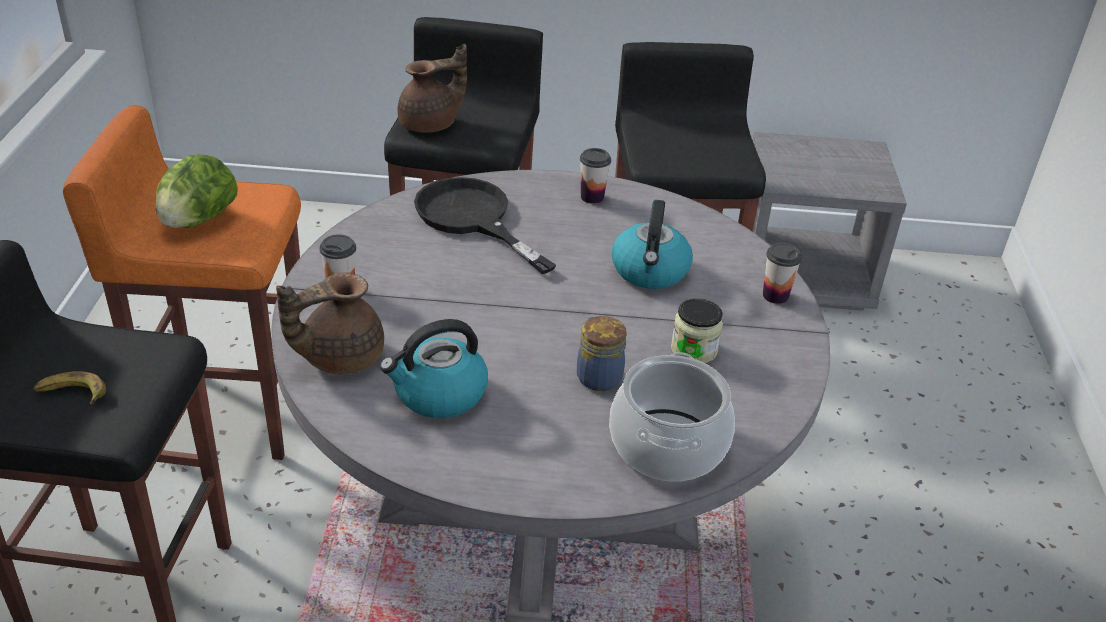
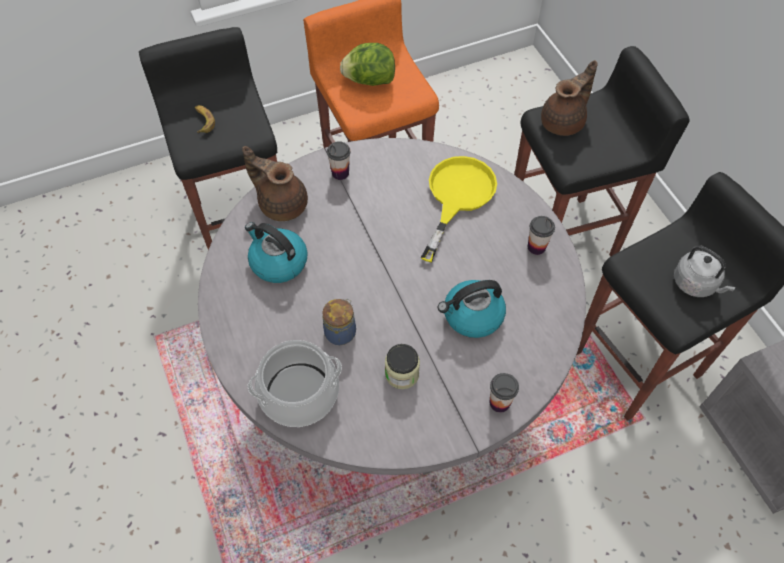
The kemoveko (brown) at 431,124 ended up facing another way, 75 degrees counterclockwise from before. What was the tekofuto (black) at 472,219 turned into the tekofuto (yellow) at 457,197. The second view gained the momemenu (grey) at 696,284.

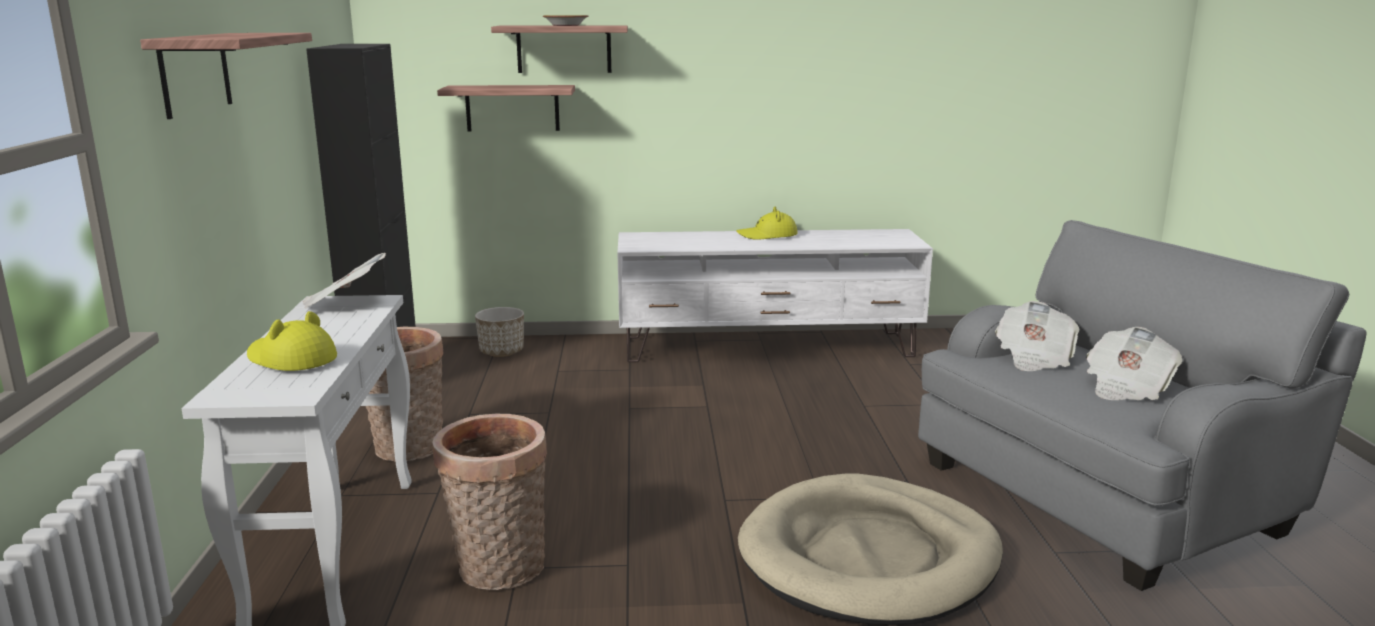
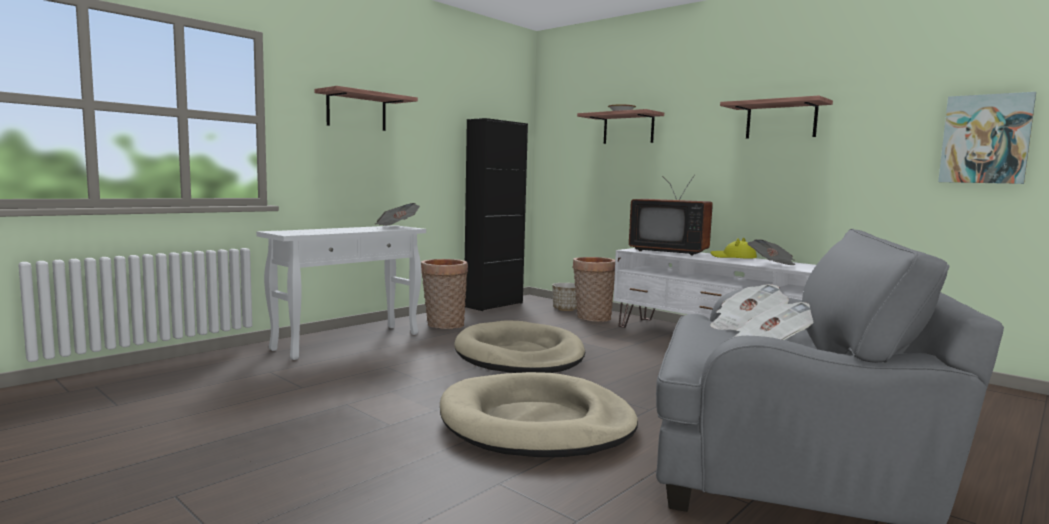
The second view lost the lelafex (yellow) at 291,359. The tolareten ended up elsewhere, having gone from 499,571 to 592,318. The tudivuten ended up elsewhere, having gone from 512,108 to 781,120. The second view gained the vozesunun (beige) at 519,355. The second view gained the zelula at 669,251. The second view gained the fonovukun at 772,265. The second view gained the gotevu at 985,139.

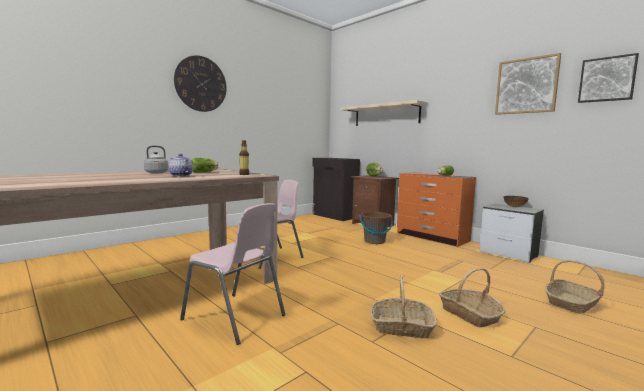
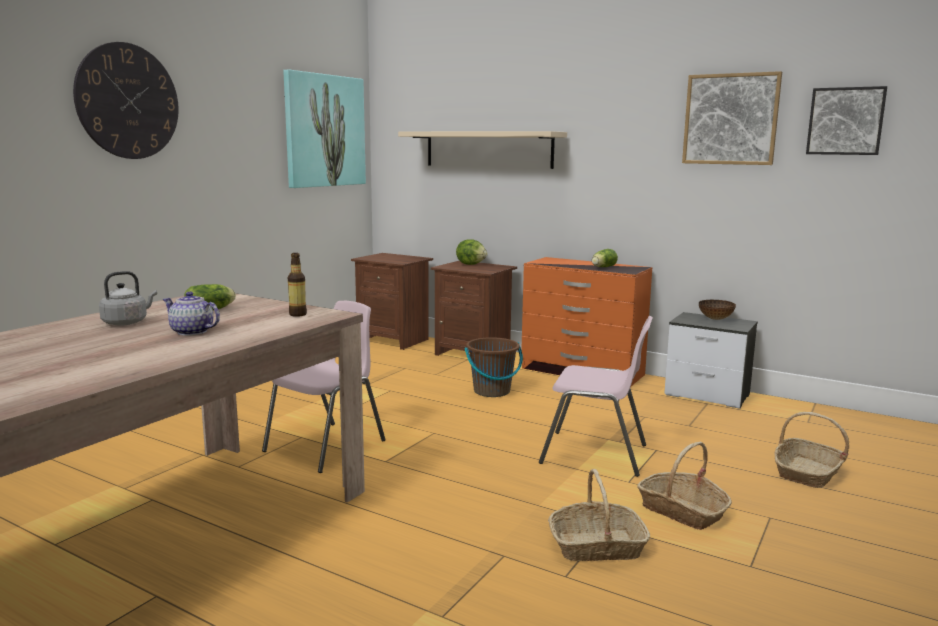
The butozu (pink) ended up elsewhere, having gone from 235,318 to 596,454. Where the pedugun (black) stood at 334,216, the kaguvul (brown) came to stand at 394,340. The second view gained the gotevu at 324,131.

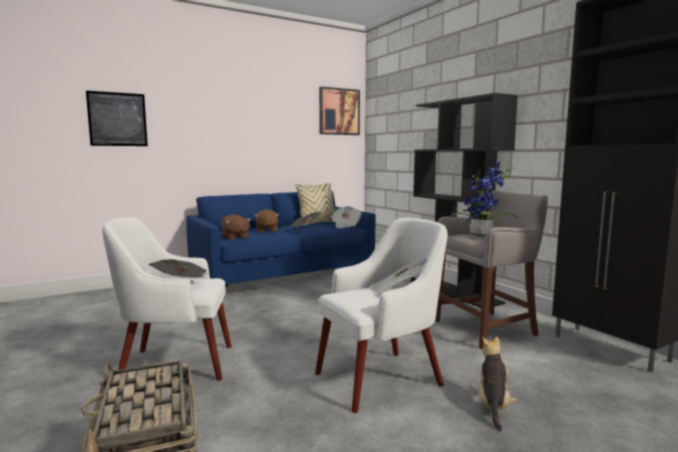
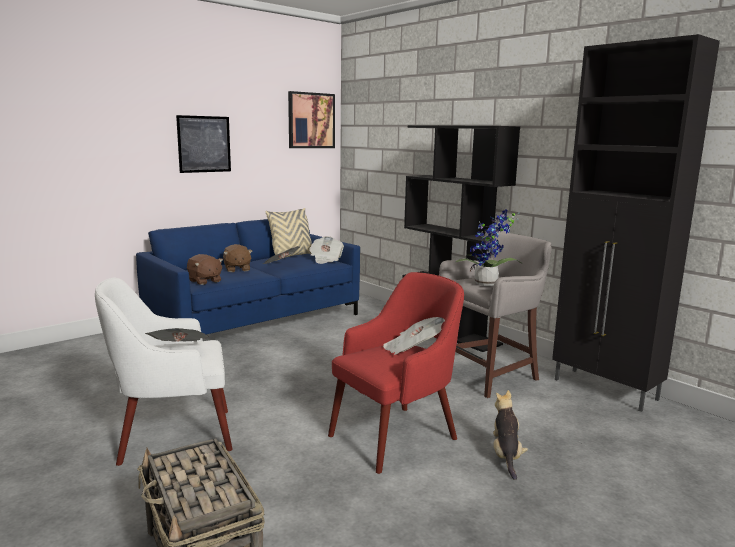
The gotevu ended up elsewhere, having gone from 117,119 to 204,144. What was the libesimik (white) at 382,378 turned into the libesimik (red) at 396,436.

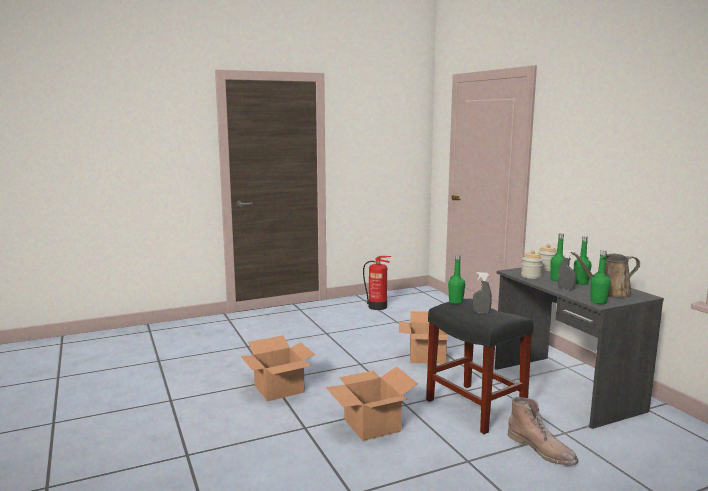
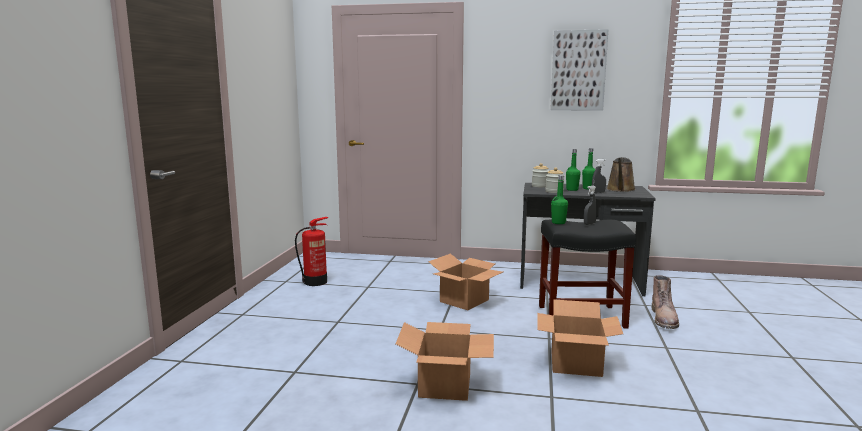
The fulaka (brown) at 542,449 ended up facing another way, 105 degrees clockwise from before. The second view lost the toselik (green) at 598,302. The second view gained the gotevu at 578,70.

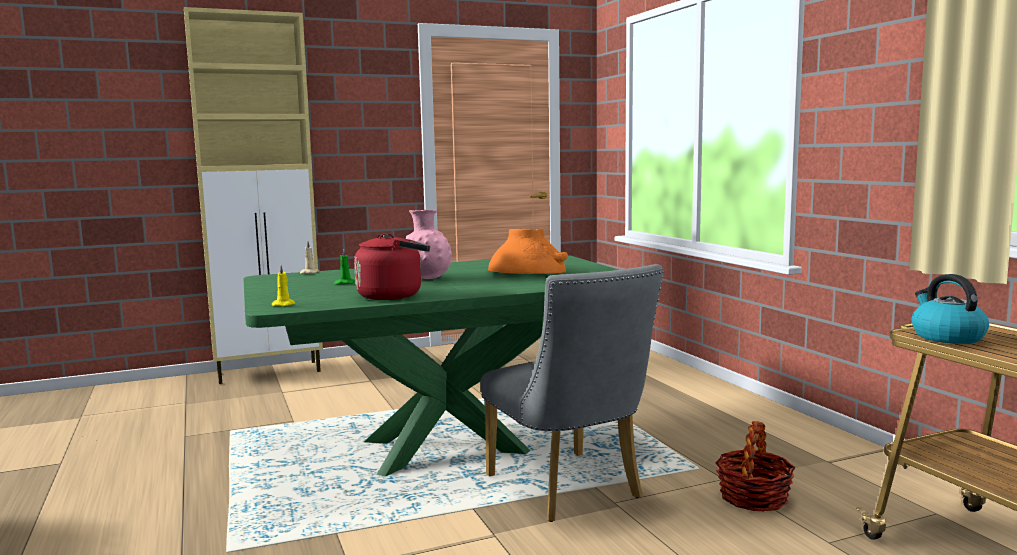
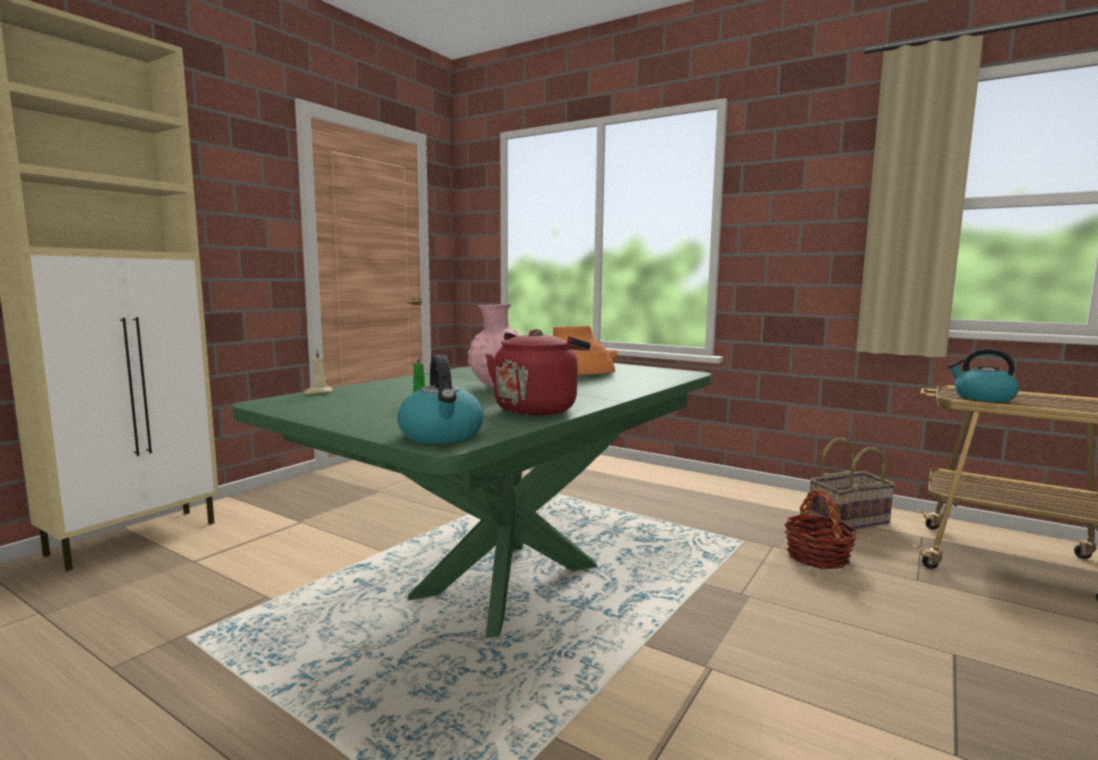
Where the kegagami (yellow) stood at 284,305, the momemenu came to stand at 442,435. The second view lost the butozu (grey) at 570,491. The second view gained the tolareten at 847,520.

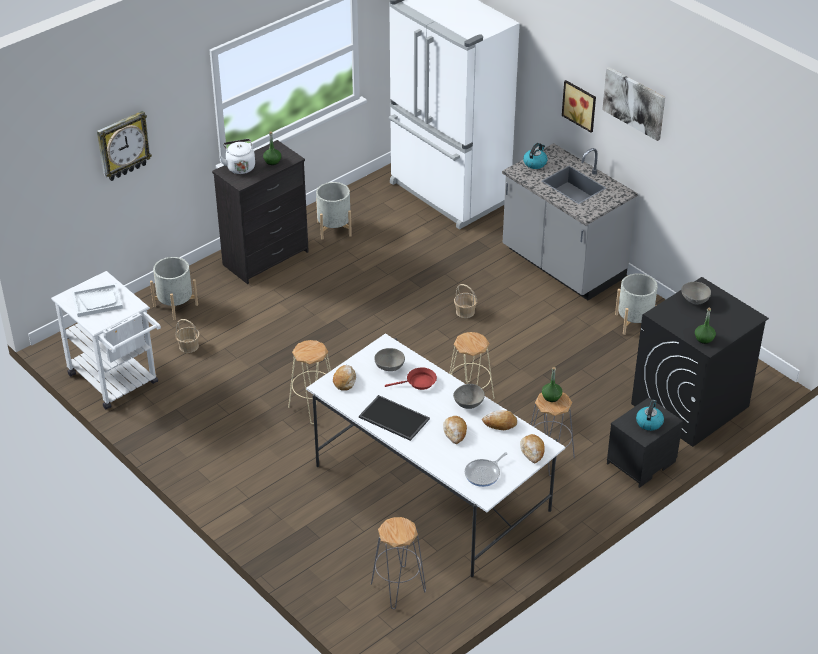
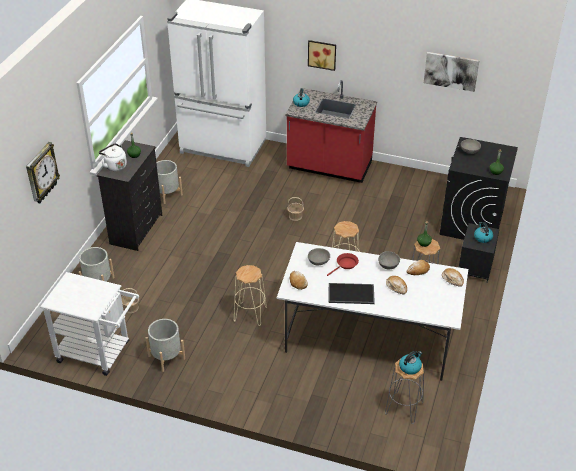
The second view lost the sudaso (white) at 97,301. The second view lost the tekofuto at 484,474. What was the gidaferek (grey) at 562,265 turned into the gidaferek (red) at 329,167. The gotevu ended up elsewhere, having gone from 634,102 to 451,71. The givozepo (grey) ended up elsewhere, having gone from 634,322 to 166,357. The second view gained the momemenu at 410,367.

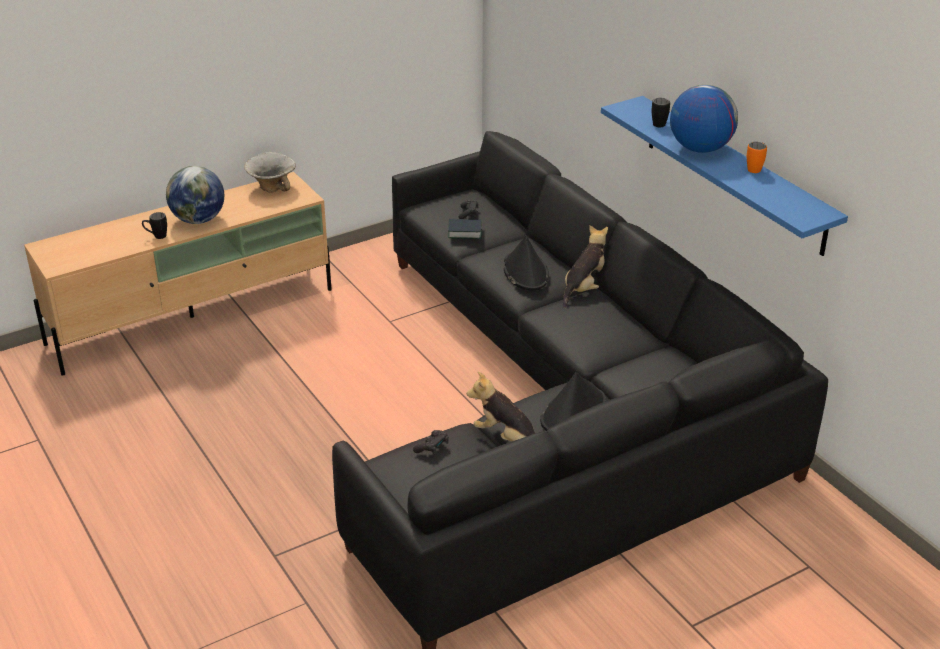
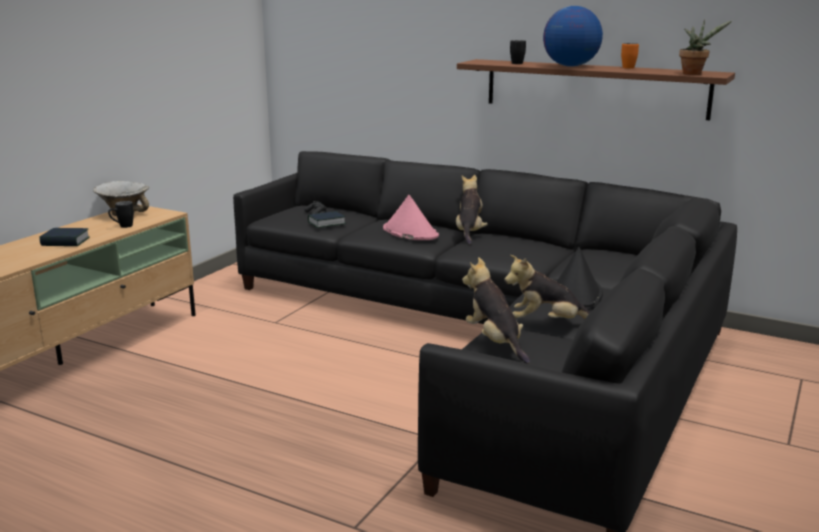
The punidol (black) ended up elsewhere, having gone from 156,236 to 122,226. Where the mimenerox stood at 198,220, the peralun came to stand at 65,242. Where the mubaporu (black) stood at 432,447, the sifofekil came to stand at 495,342. What was the lelafex (black) at 525,271 turned into the lelafex (pink) at 410,232. What was the tudivuten (blue) at 734,174 turned into the tudivuten (brown) at 594,88. The second view gained the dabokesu at 694,73.

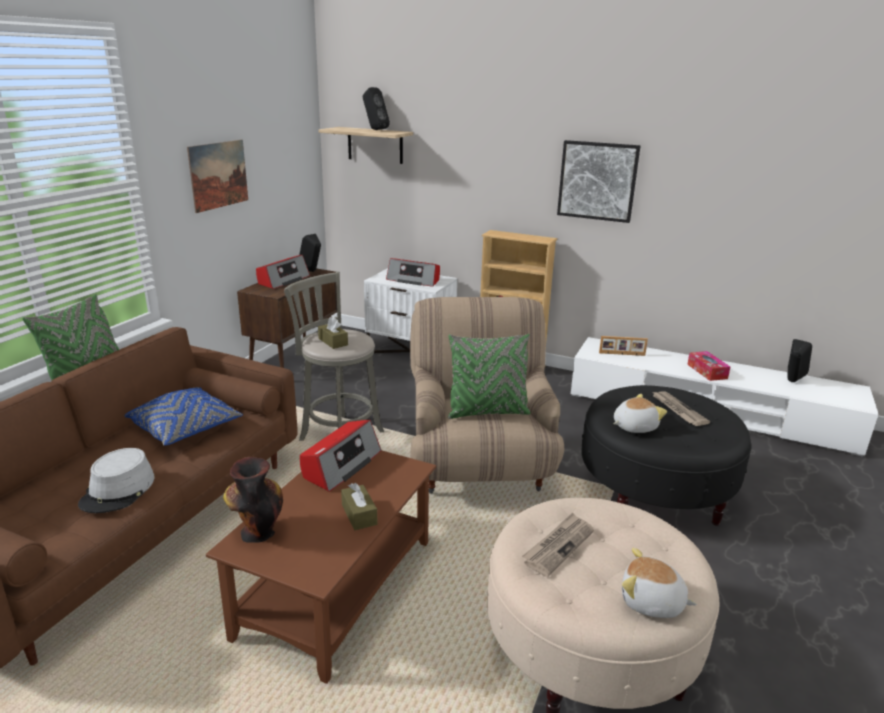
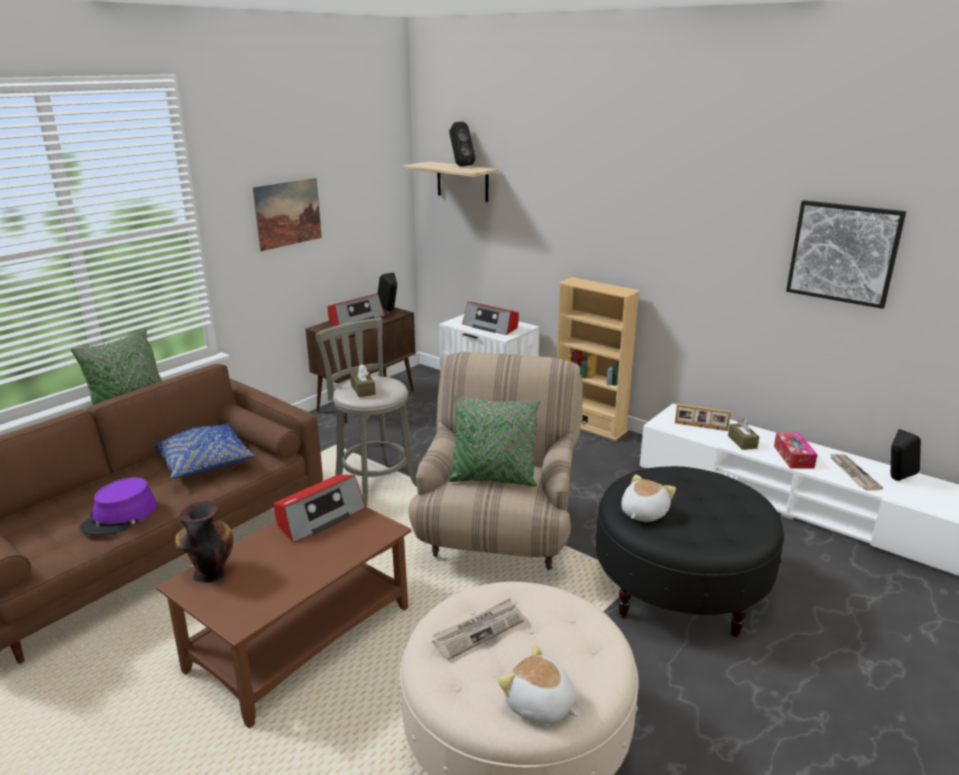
What was the lelafex (grey) at 118,491 turned into the lelafex (purple) at 120,516. The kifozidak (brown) ended up elsewhere, having gone from 359,514 to 742,442. The gotevu ended up elsewhere, having gone from 597,181 to 843,253. The sifofekil at 633,426 ended up facing another way, 45 degrees counterclockwise from before. The fonovukun ended up elsewhere, having gone from 677,410 to 852,473.

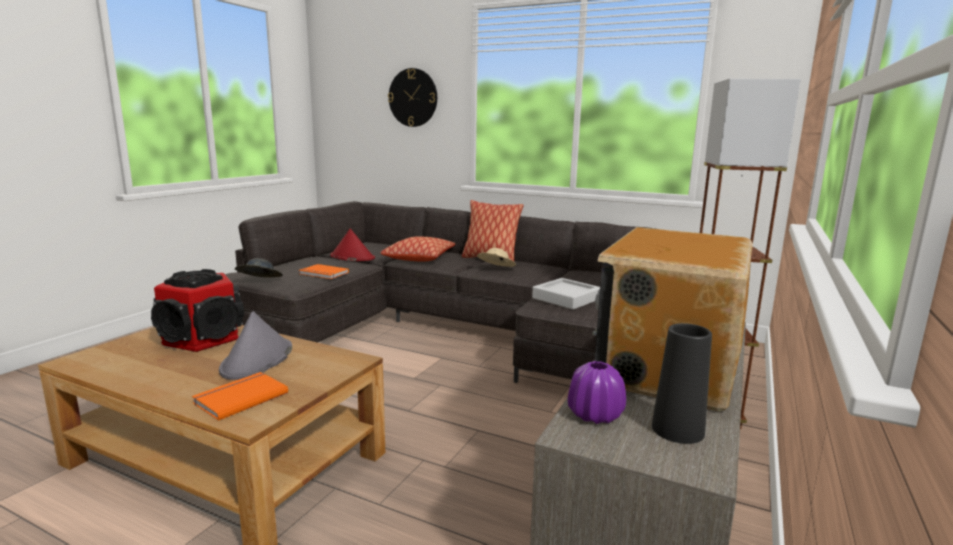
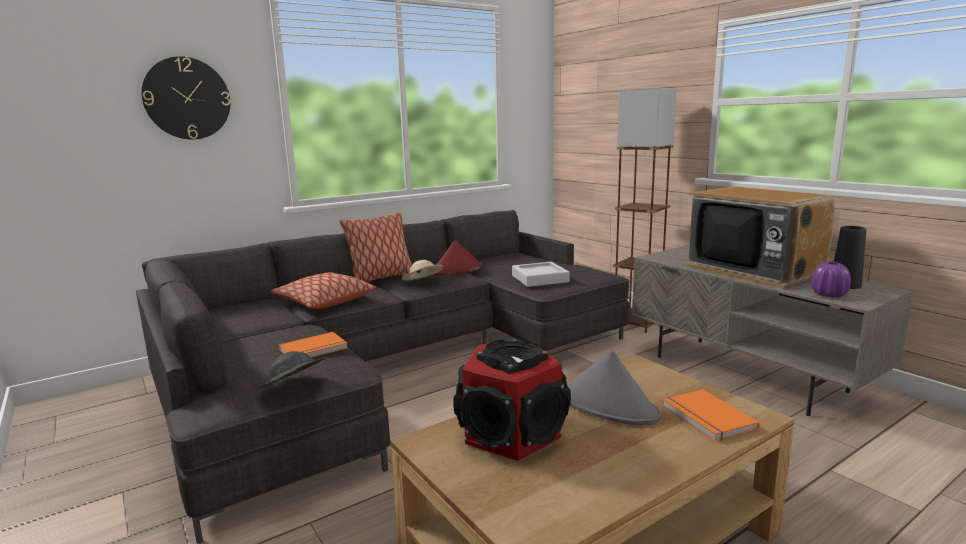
The lelafex (red) ended up elsewhere, having gone from 352,257 to 456,270.

